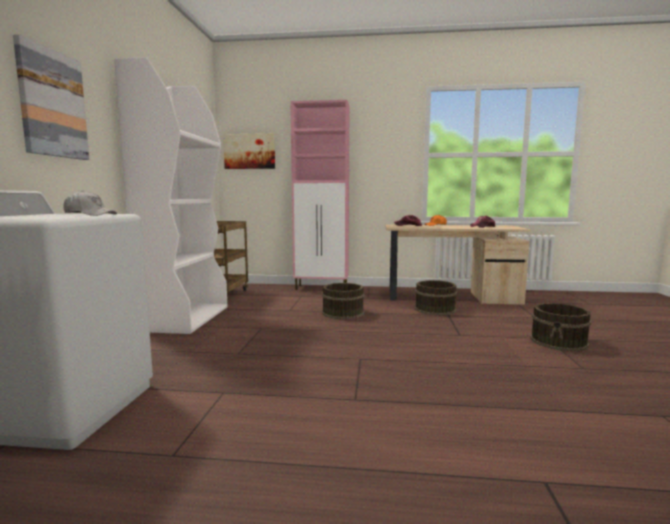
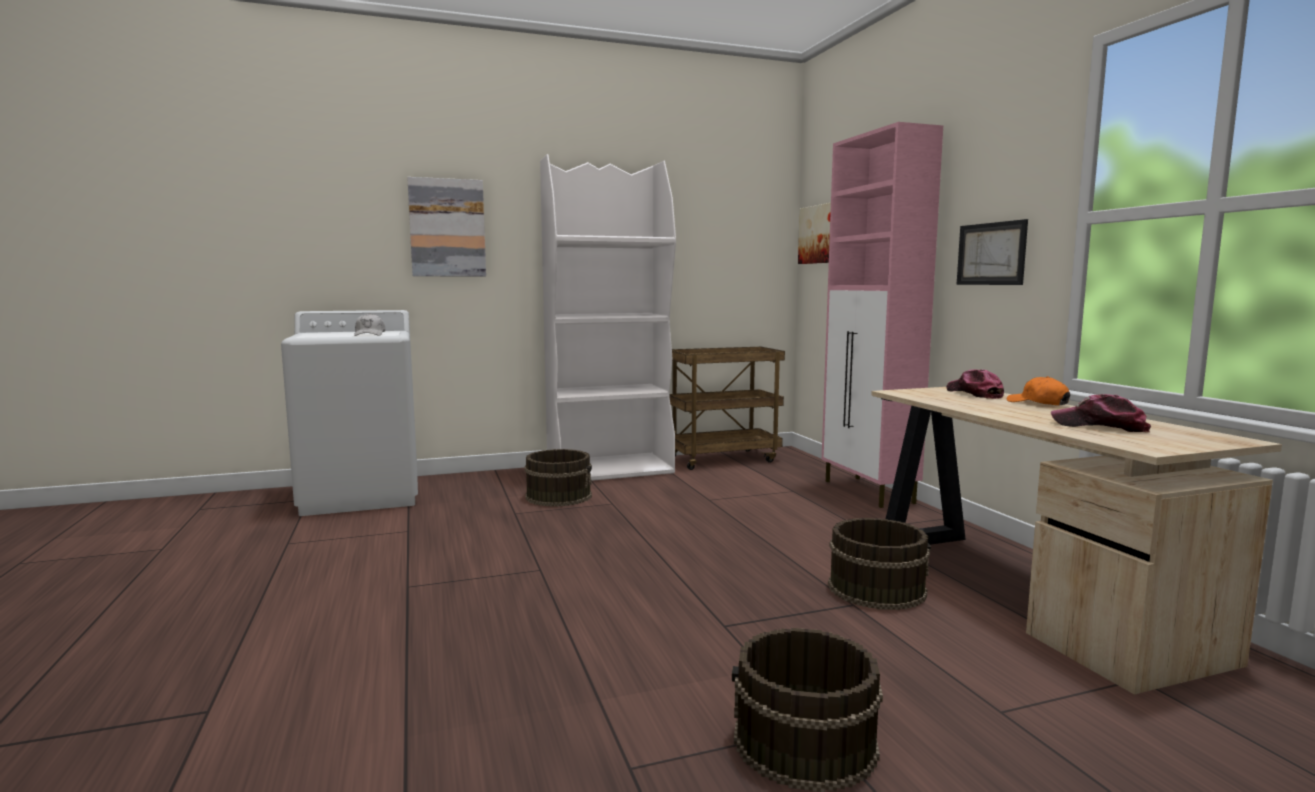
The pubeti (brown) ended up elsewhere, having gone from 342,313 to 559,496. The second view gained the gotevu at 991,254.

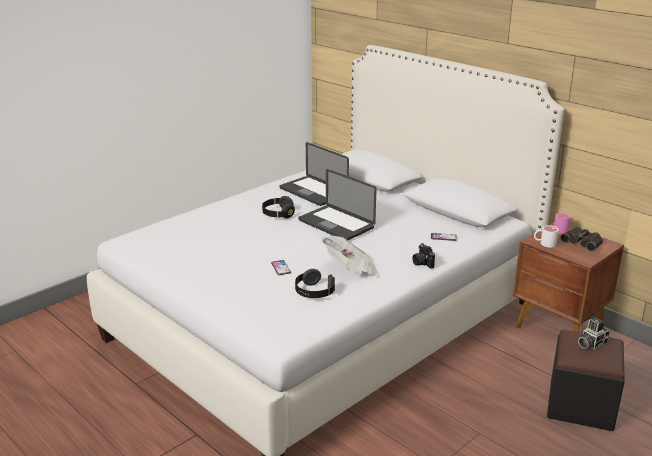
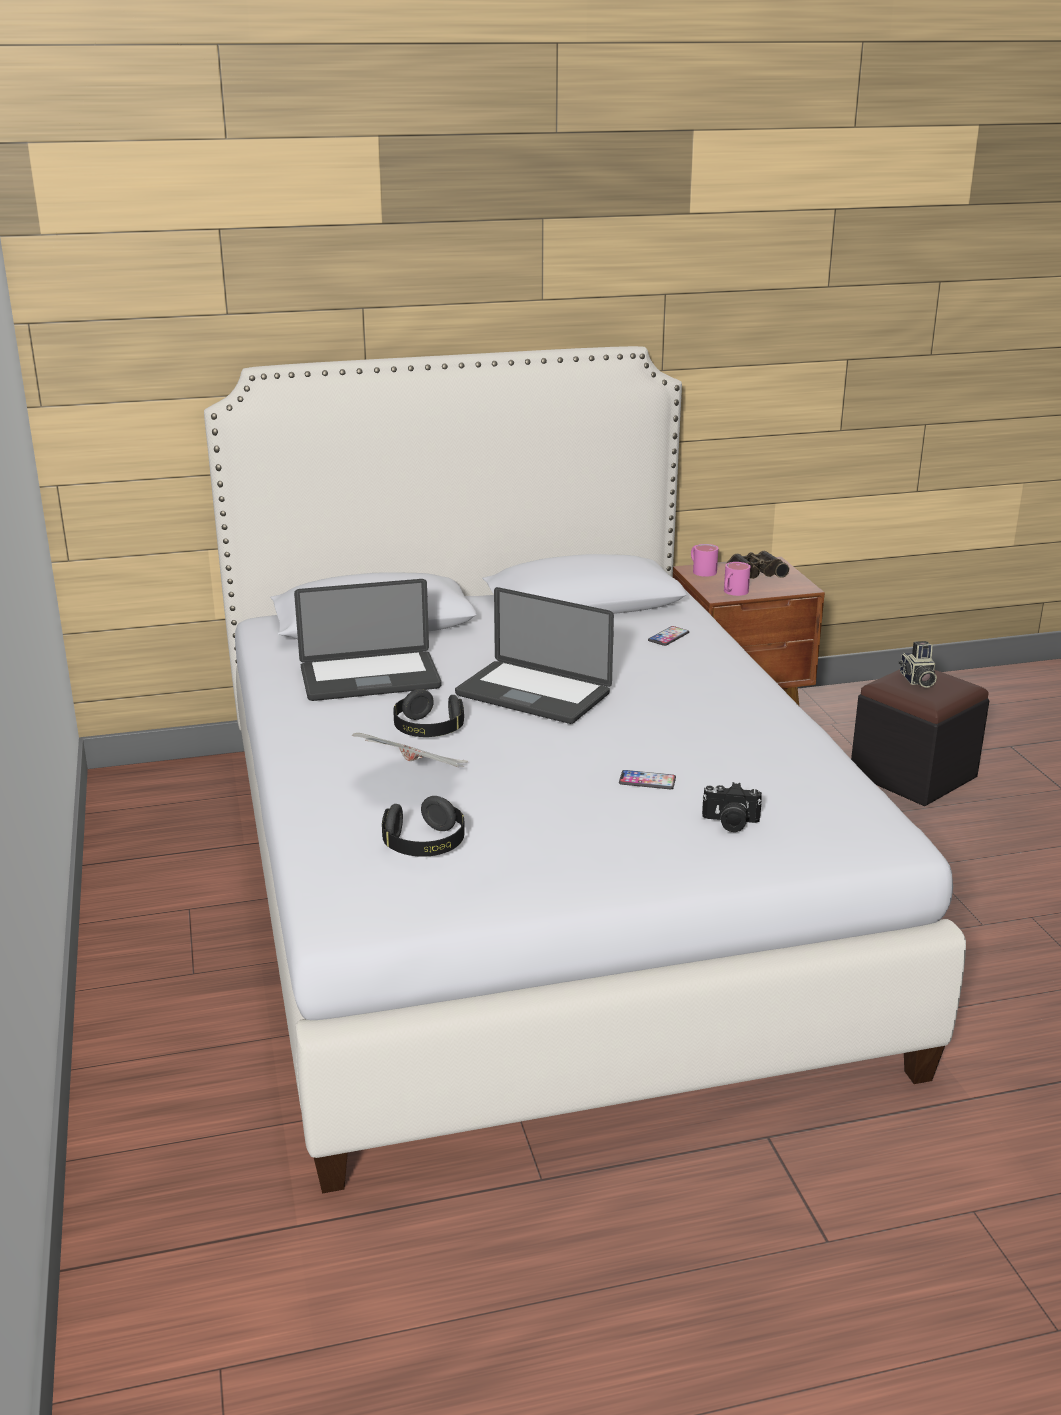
The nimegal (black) ended up elsewhere, having gone from 314,292 to 424,845. The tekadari at 336,224 ended up facing another way, 45 degrees clockwise from before. The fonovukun ended up elsewhere, having gone from 351,270 to 416,778. The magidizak ended up elsewhere, having gone from 422,263 to 730,823. What was the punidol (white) at 544,243 turned into the punidol (pink) at 733,592.

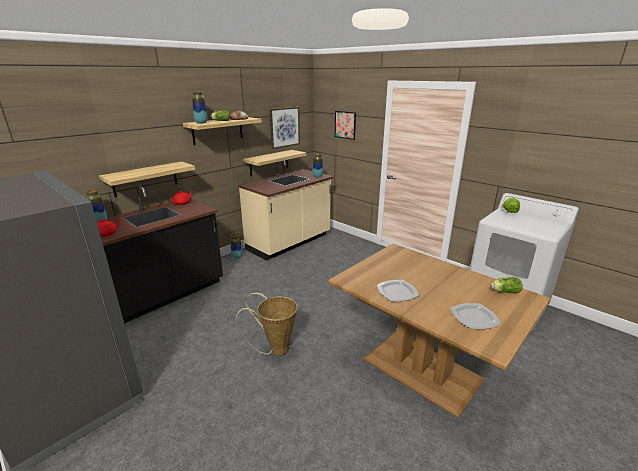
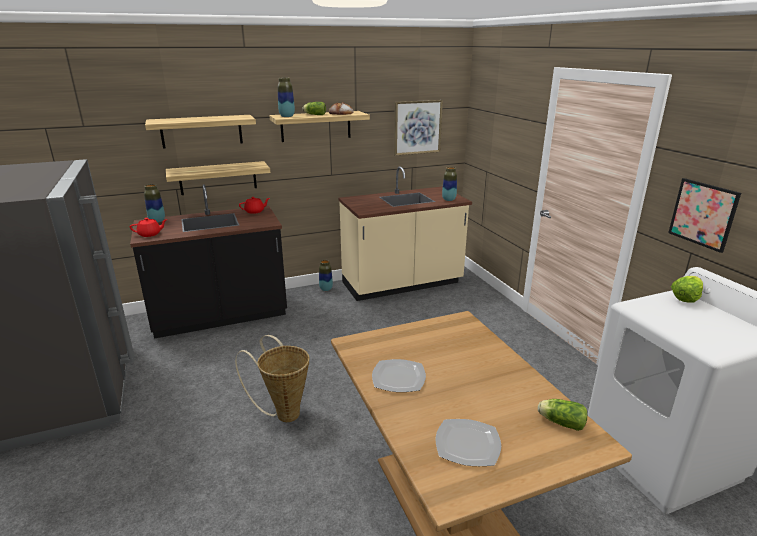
The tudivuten ended up elsewhere, having gone from 269,162 to 201,131. The gotevu ended up elsewhere, having gone from 345,125 to 703,214.

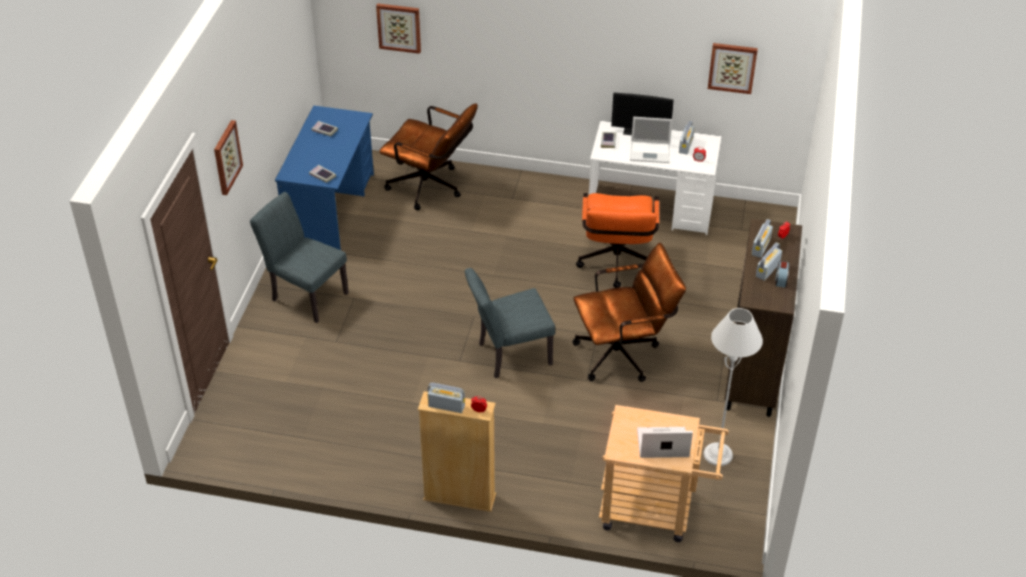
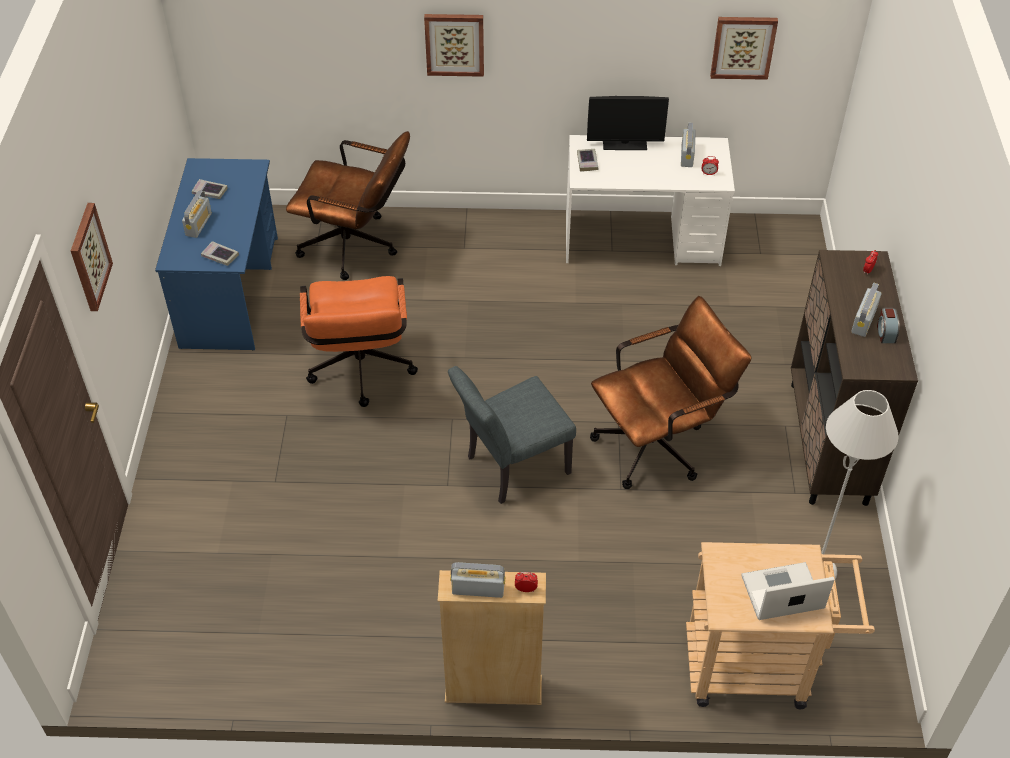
The second view lost the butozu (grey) at 305,294. The gotevu ended up elsewhere, having gone from 399,27 to 454,44. The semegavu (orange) ended up elsewhere, having gone from 616,266 to 361,374. The second view lost the tekadari at 651,152. The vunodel ended up elsewhere, having gone from 761,247 to 198,224.

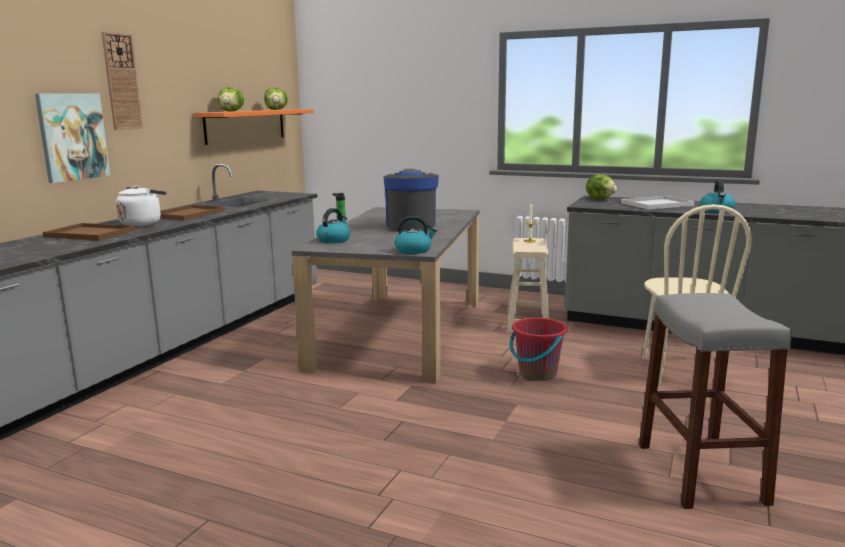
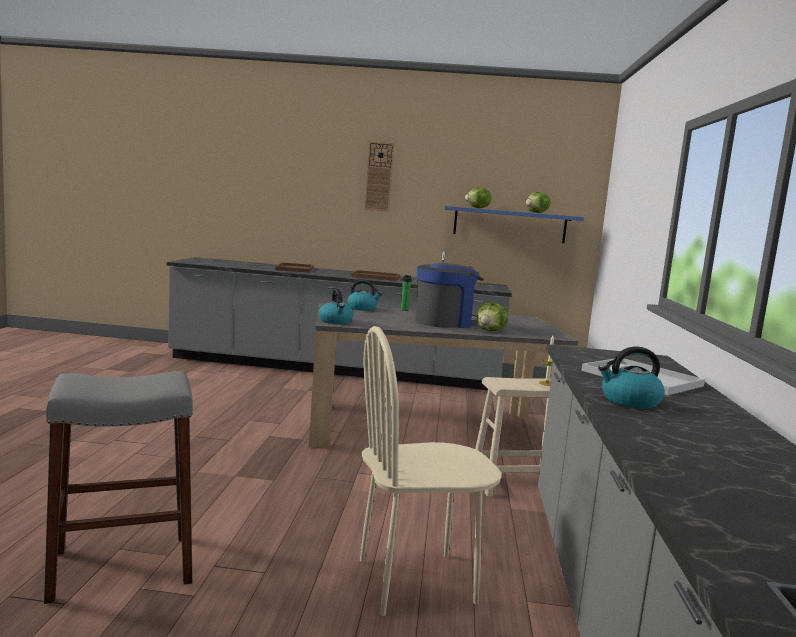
The second view lost the gotevu at 72,136. The second view lost the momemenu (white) at 143,223. What was the tudivuten (orange) at 245,125 turned into the tudivuten (blue) at 509,224. The second view lost the pubeti (red) at 537,373. The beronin ended up elsewhere, having gone from 600,198 to 490,331.

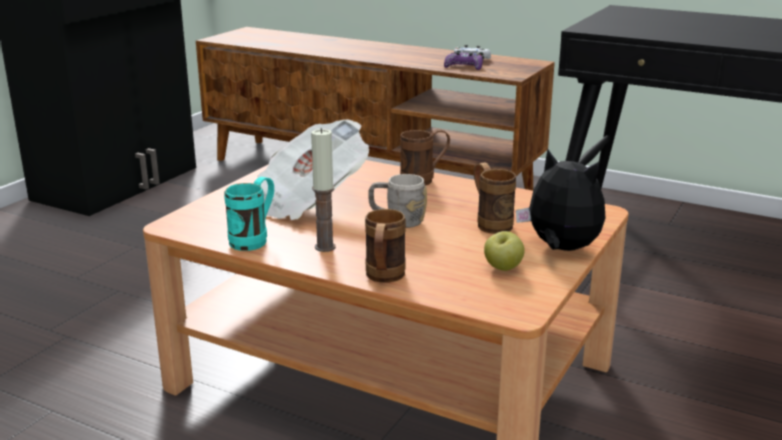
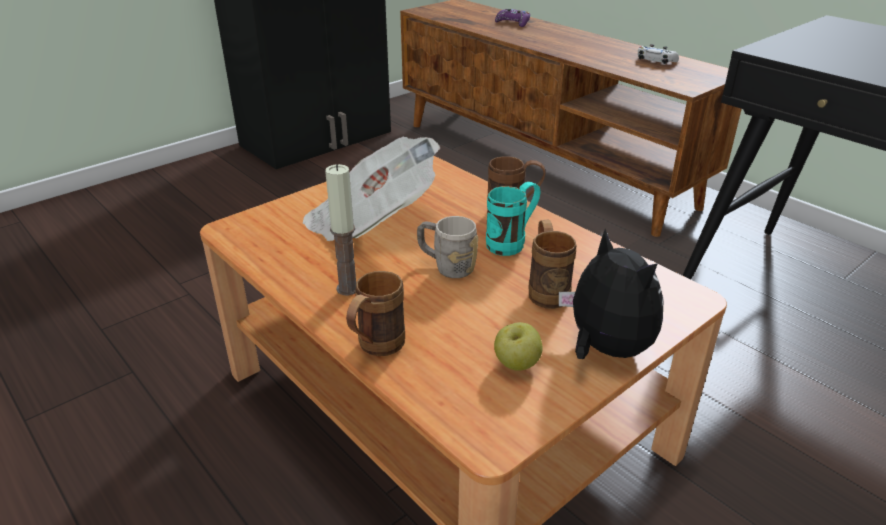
The punidol (turquoise) ended up elsewhere, having gone from 255,239 to 512,243. The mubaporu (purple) ended up elsewhere, having gone from 464,66 to 513,22.

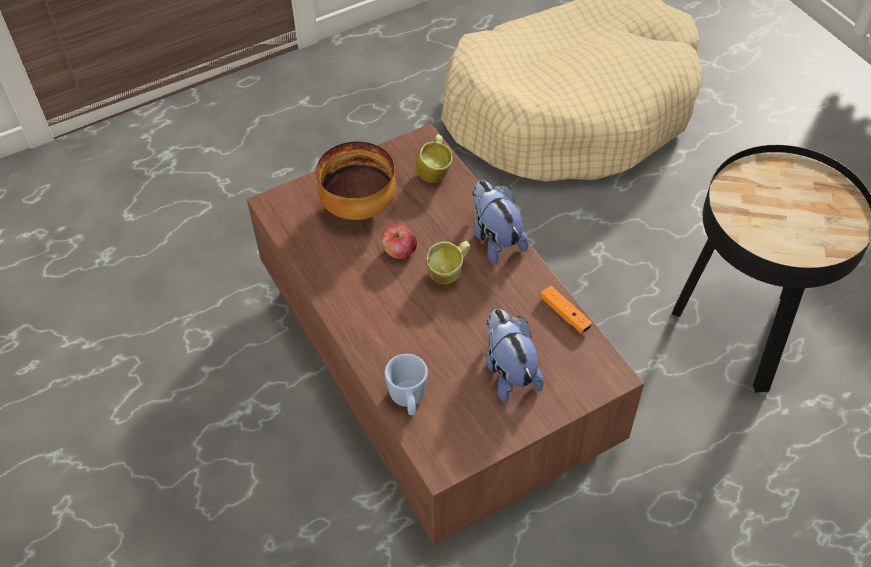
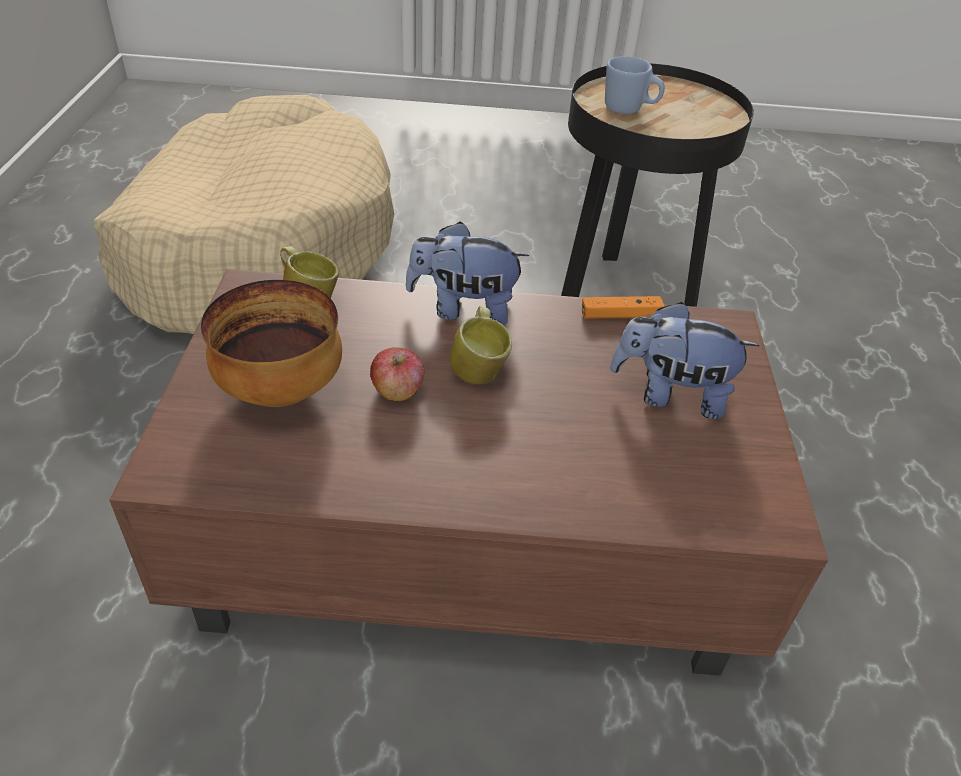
The punidol (blue) ended up elsewhere, having gone from 408,400 to 629,110.

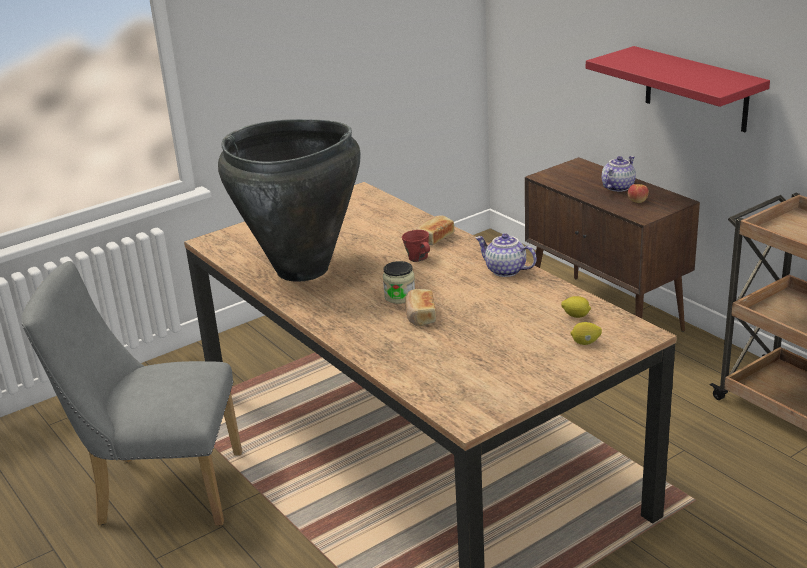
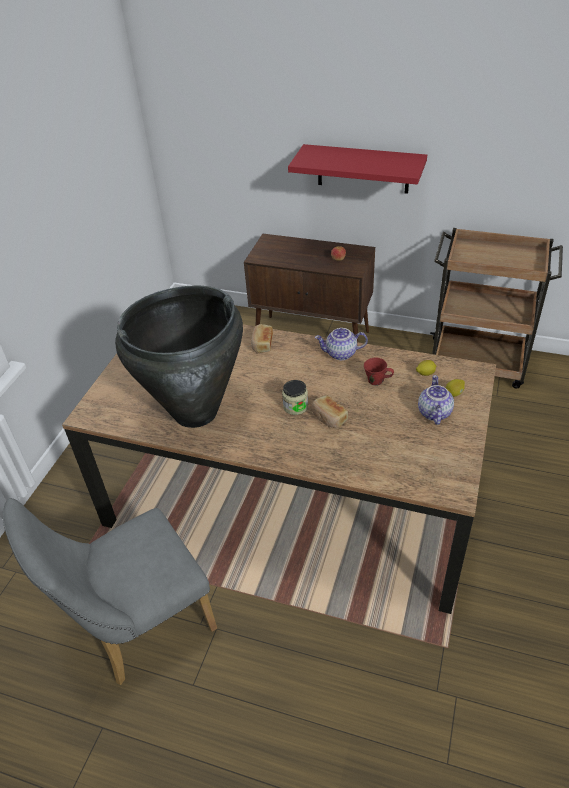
The punidol (red) ended up elsewhere, having gone from 418,258 to 376,381. The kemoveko ended up elsewhere, having gone from 617,187 to 433,412.

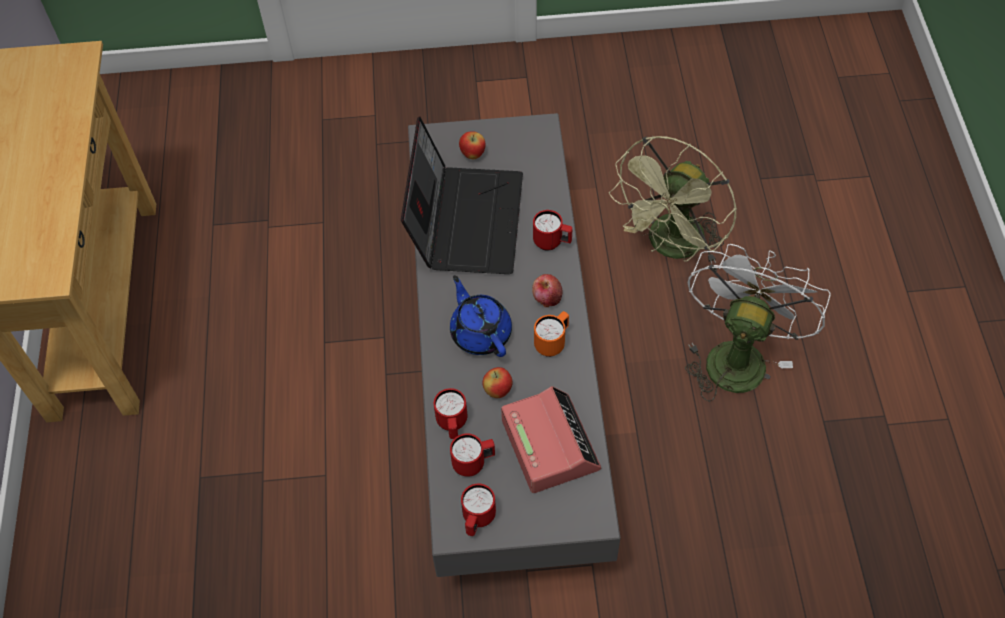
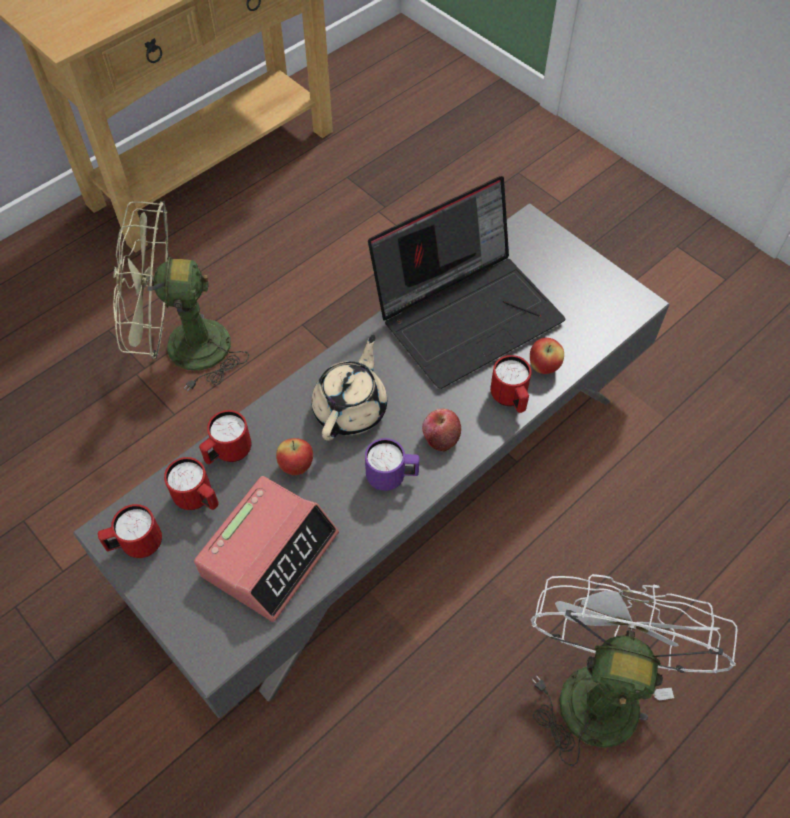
What was the kemoveko (blue) at 480,332 turned into the kemoveko (beige) at 351,408. The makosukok ended up elsewhere, having gone from 472,154 to 543,367. What was the punidol (orange) at 552,342 turned into the punidol (purple) at 392,477. The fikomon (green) ended up elsewhere, having gone from 671,247 to 183,348. The fikomon (white) at 737,354 ended up facing another way, 60 degrees counterclockwise from before.

